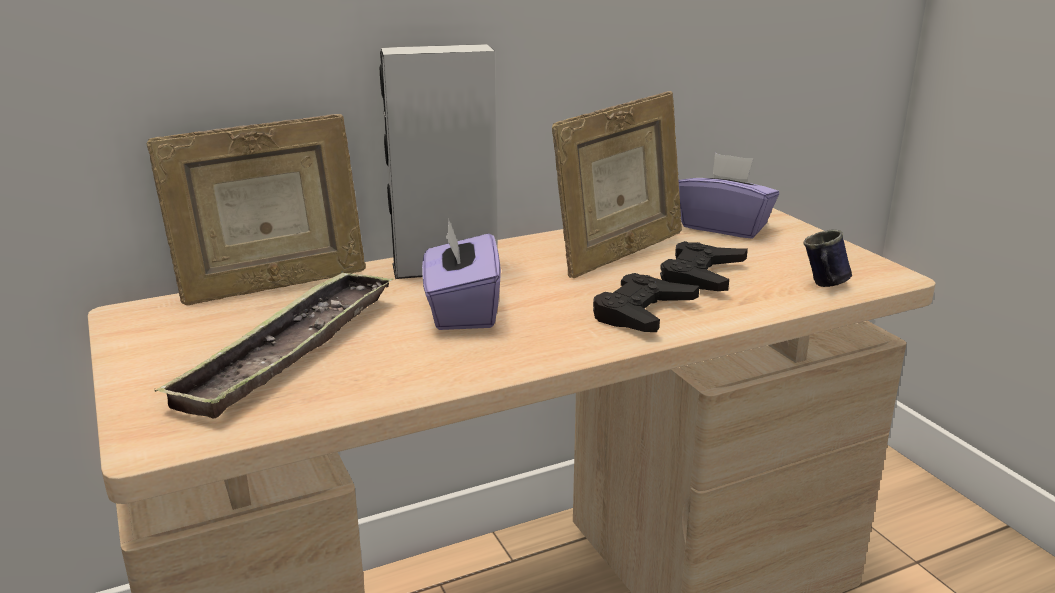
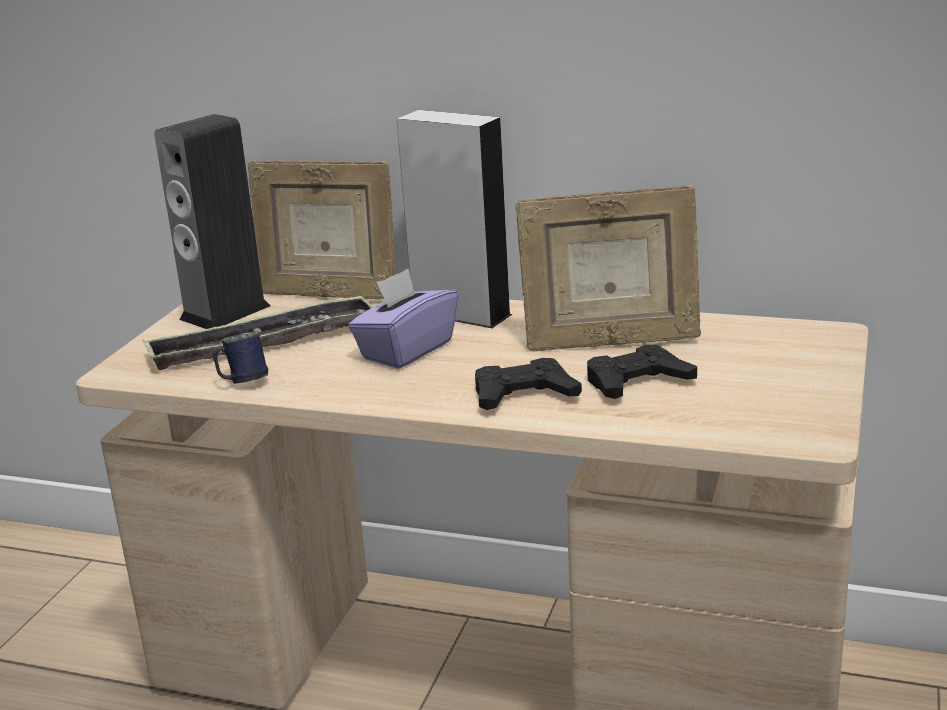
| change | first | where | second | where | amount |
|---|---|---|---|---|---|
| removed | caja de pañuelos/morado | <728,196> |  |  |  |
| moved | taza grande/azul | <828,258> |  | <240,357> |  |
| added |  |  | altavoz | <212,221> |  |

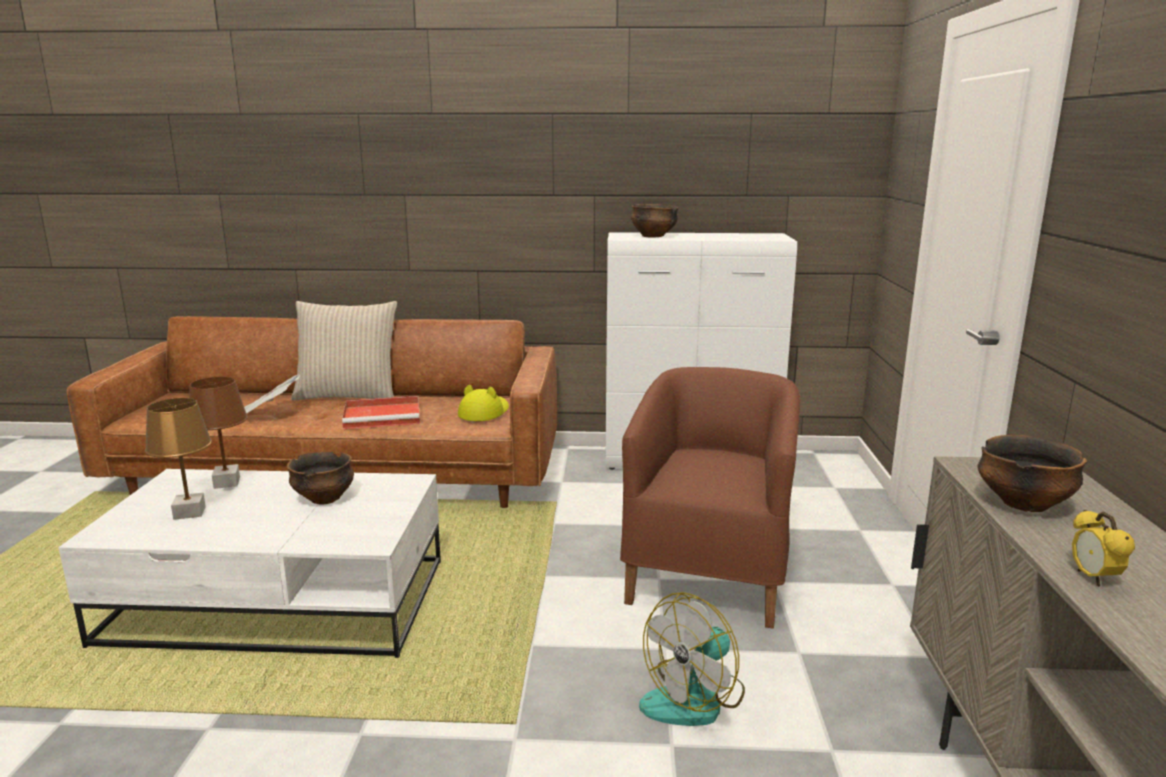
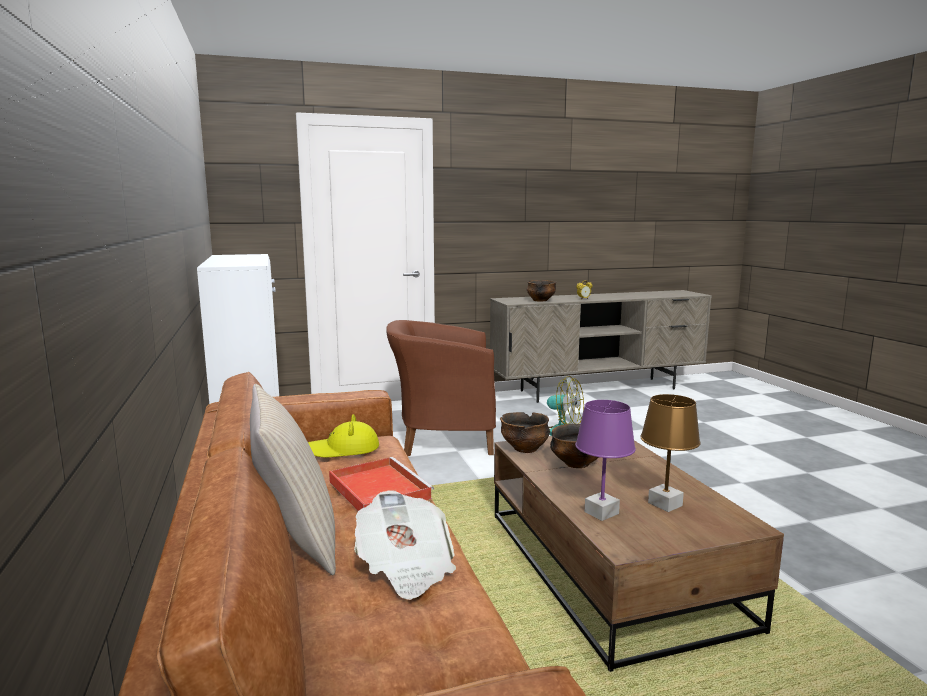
| change | first | where | second | where | amount |
|---|---|---|---|---|---|
| recoloured | mesa de centro/blanco | <249,563> | mesa de centro/marrón | <639,554> |  |
| recoloured | lámpara de mesa/marrón | <218,433> | lámpara de mesa/morado | <605,460> |  |
| moved | cuenco | <654,221> |  | <525,432> |  |

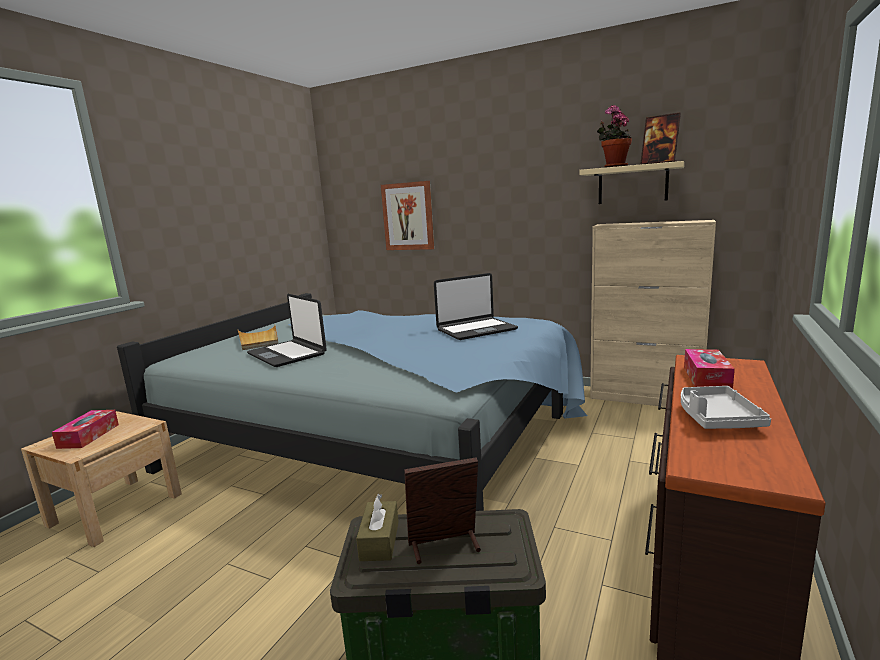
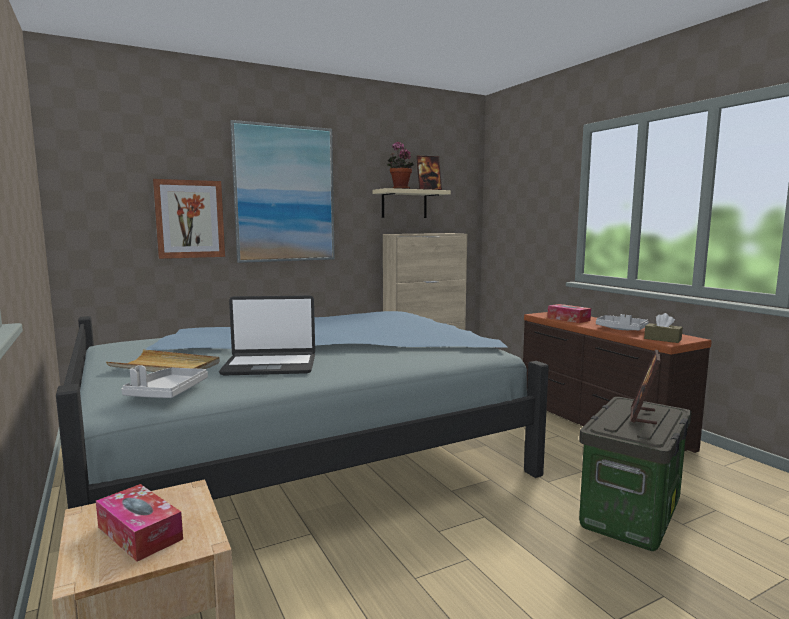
| change | first | where | second | where | amount |
|---|---|---|---|---|---|
| moved | caja de pañuelos/marrón | <377,527> |  | <663,328> |  |
| removed | portátil | <476,306> |  |  |  |
| added |  |  | bandeja/gris | <164,381> |  |
| added |  |  | cuadro | <282,191> |  |

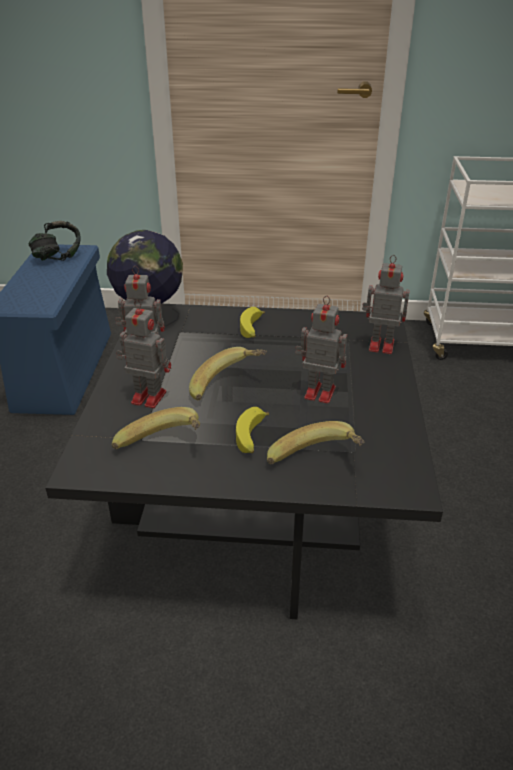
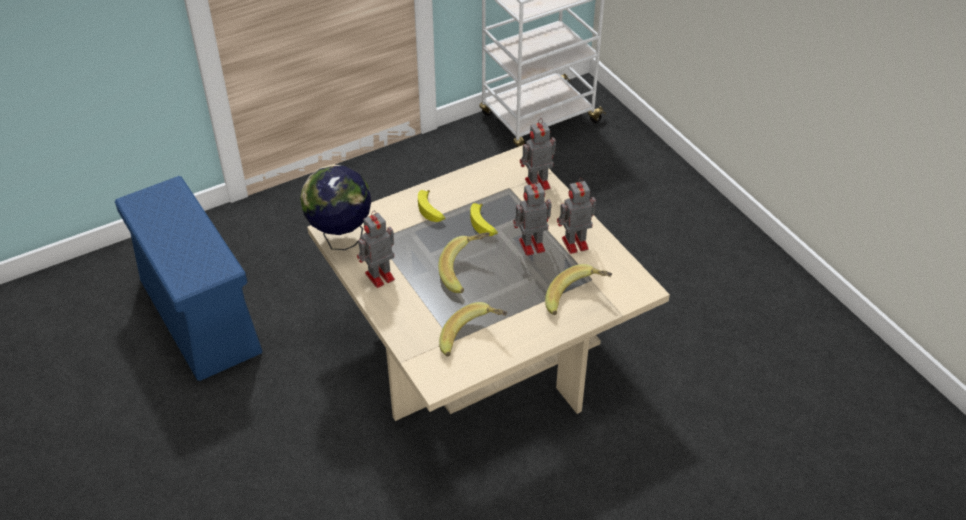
| change | first | where | second | where | amount |
|---|---|---|---|---|---|
| removed | auriculares | <54,241> |  |  |  |
| recoloured | mesa de centro/negro | <244,462> | mesa de centro/beis | <488,283> |  |
| moved | robot de juguete | <143,354> |  | <576,216> |  |
| moved | plátano | <252,430> |  | <484,219> |  |

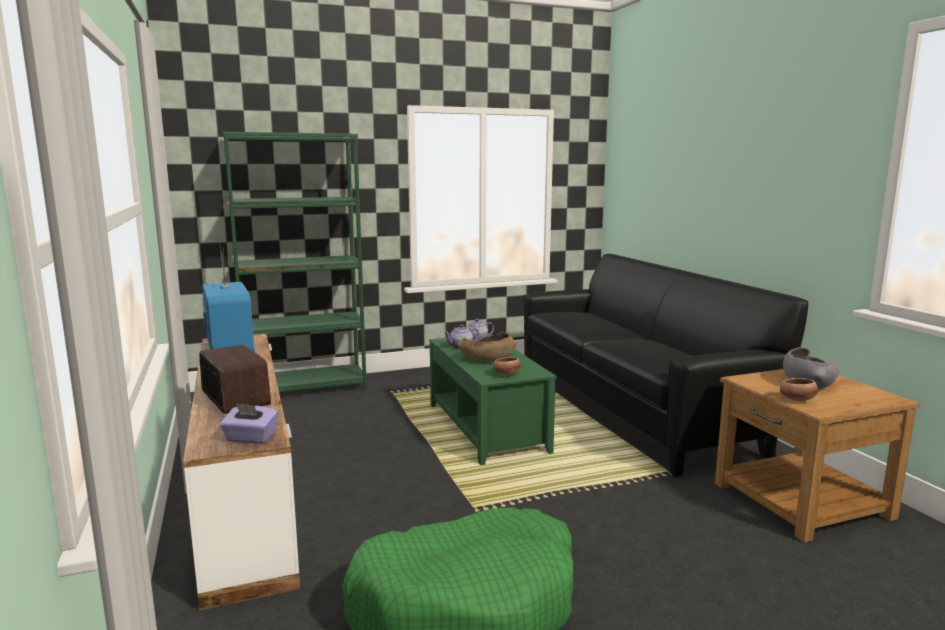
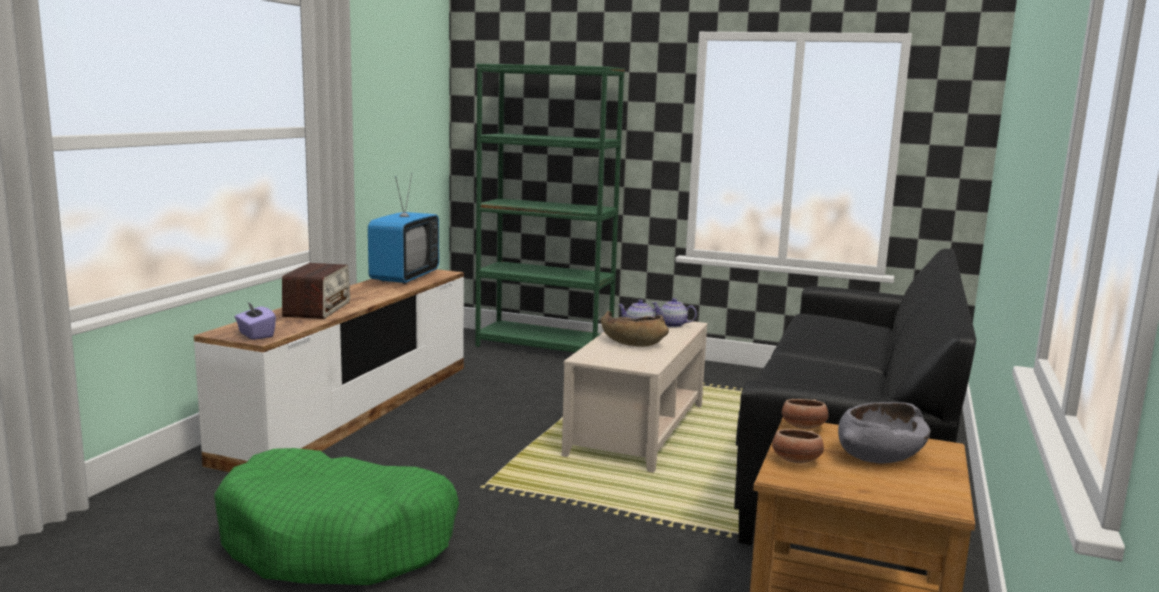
| change | first | where | second | where | amount |
|---|---|---|---|---|---|
| recoloured | mesa de centro/verde | <492,399> | mesa de centro/beis | <635,397> |  |
| moved | cuenco | <507,366> |  | <805,414> |  |

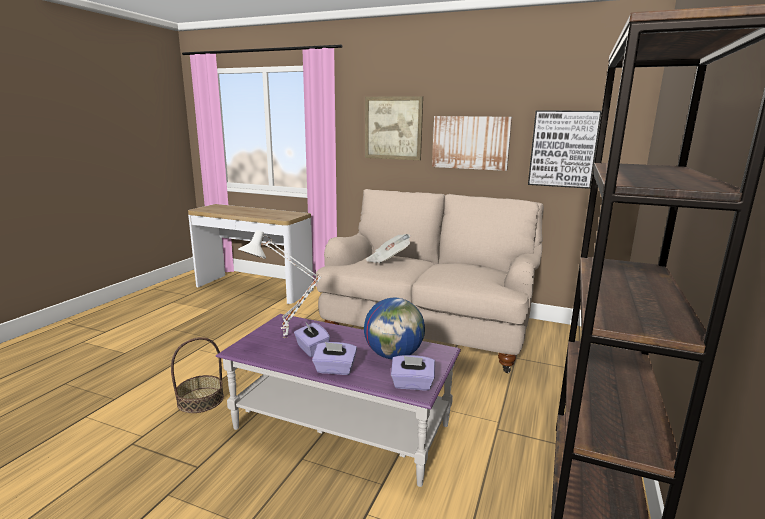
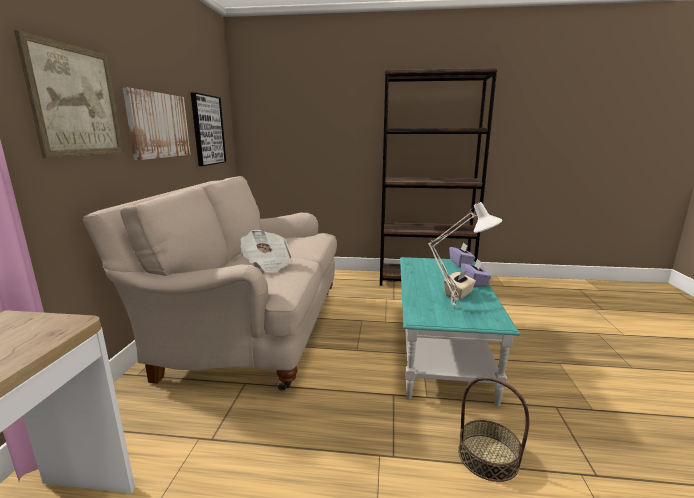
| change | first | where | second | where | amount |
|---|---|---|---|---|---|
| recoloured | mesa de centro/morado | <338,400> | mesa de centro/turquesa | <460,332> |  |
| recoloured | caja de pañuelos/morado | <312,339> | caja de pañuelos/beis | <460,285> |  |
| removed | globo terráqueo | <394,328> |  |  |  |

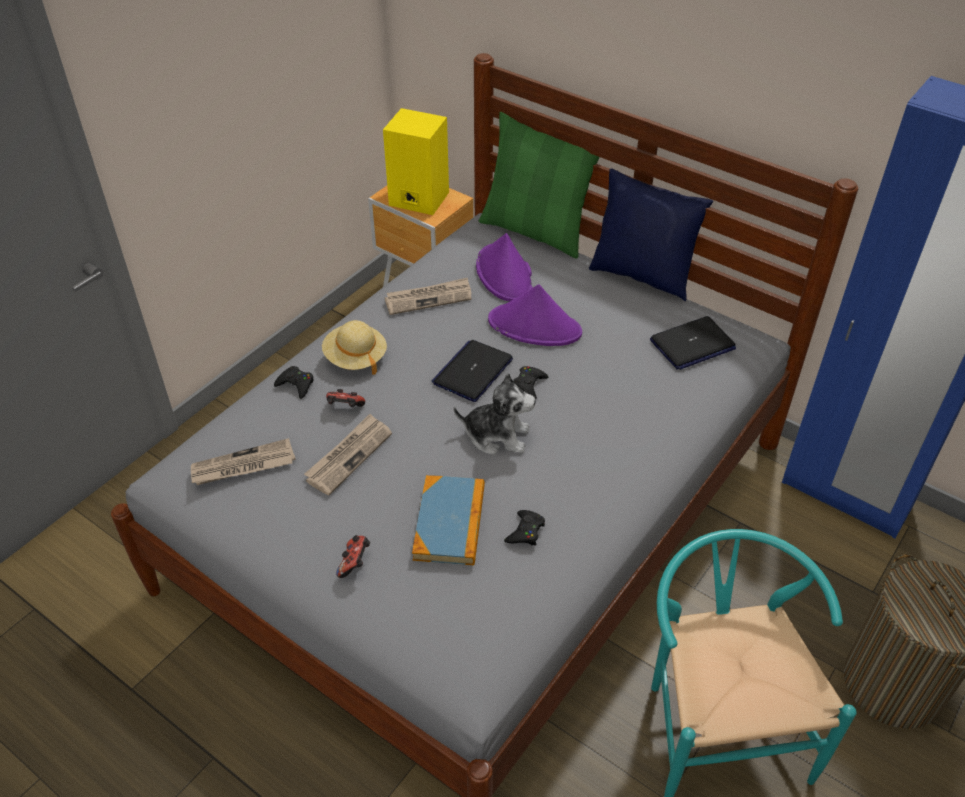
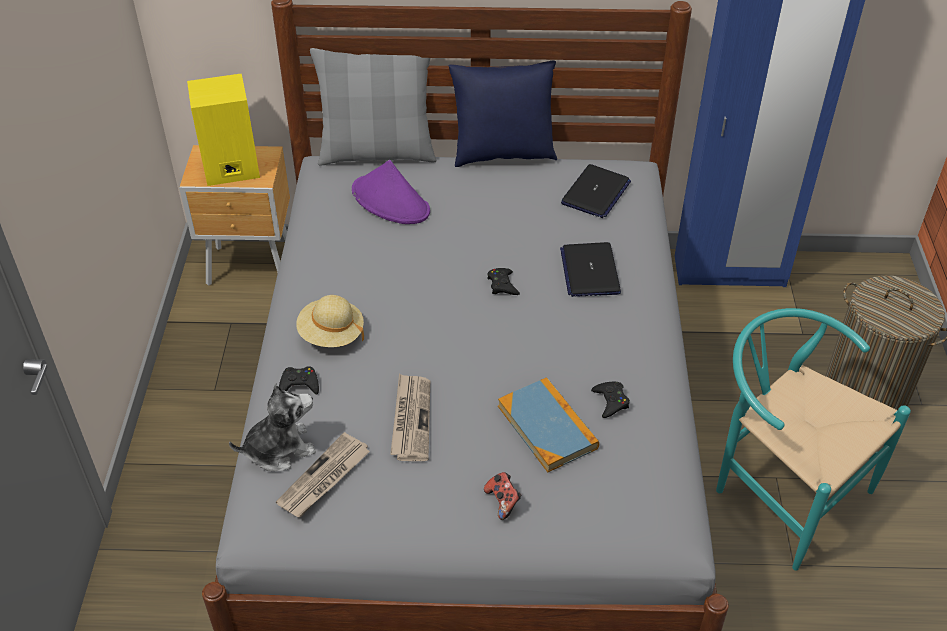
| change | first | where | second | where | amount |
|---|---|---|---|---|---|
| removed | mando de consola | <345,398> |  |  |  |
| removed | periódico | <428,296> |  |  |  |
| moved | portátil | <472,371> |  | <590,269> |  |
| moved | peluche | <494,414> |  | <272,427> |  |
| recoloured | cojín/verde | <539,185> | cojín/gris | <373,106> |  |
| removed | sombrero/morado | <535,315> |  |  |  |

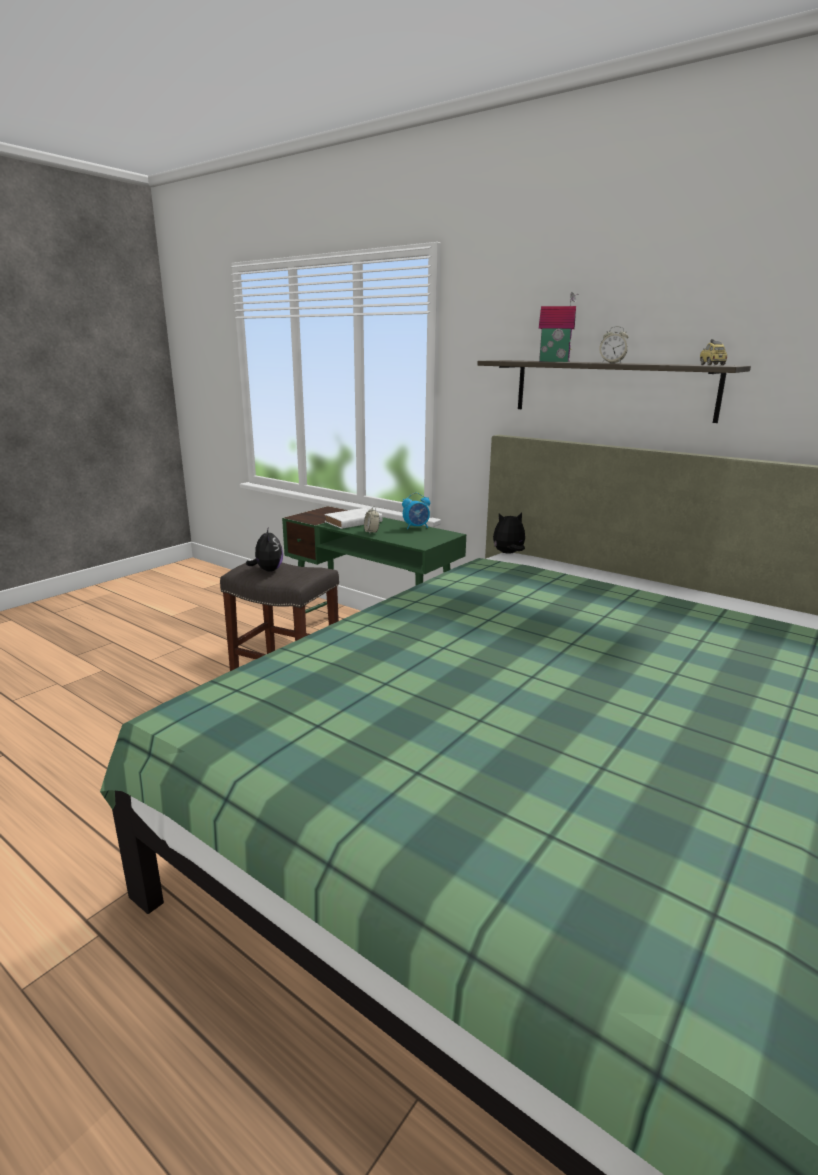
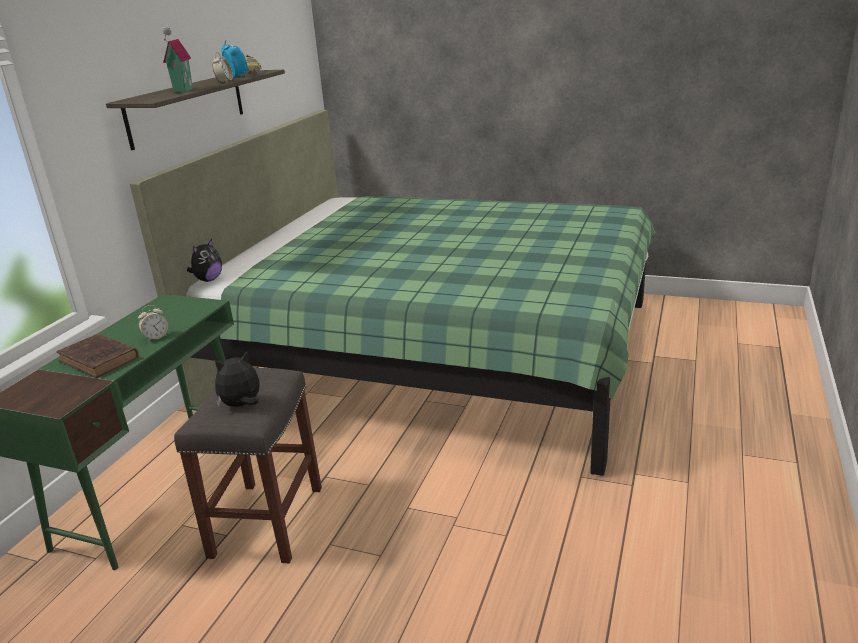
| change | first | where | second | where | amount |
|---|---|---|---|---|---|
| recoloured | libro/blanco | <354,518> | libro/marrón | <98,356> |  |
| moved | despertador | <416,511> |  | <234,59> |  |
| turned | peluche | <509,533> |  | <204,260> | 120 degrees counterclockwise |

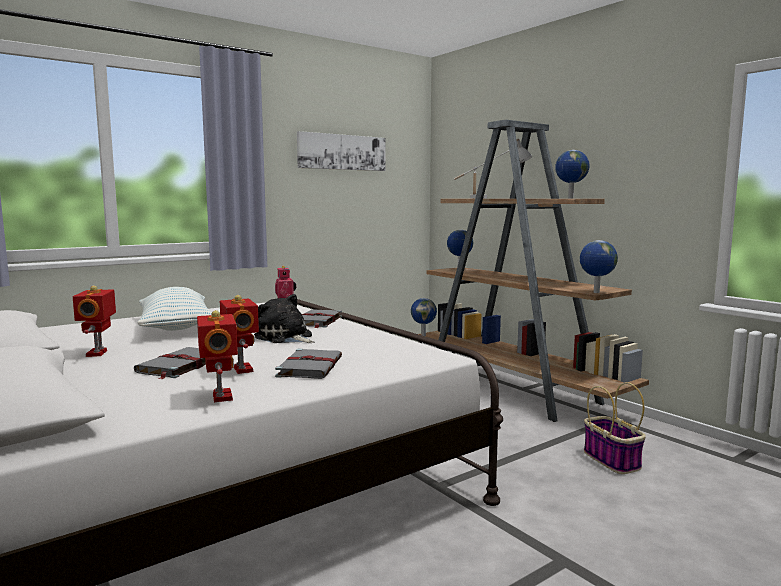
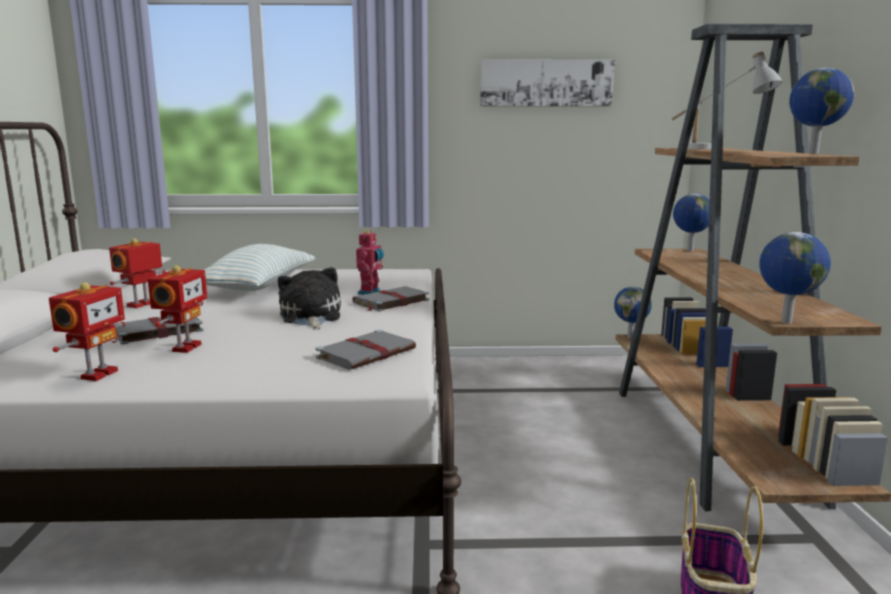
| change | first | where | second | where | amount |
|---|---|---|---|---|---|
| moved | libro/gris | <308,364> |  | <365,350> |  |

